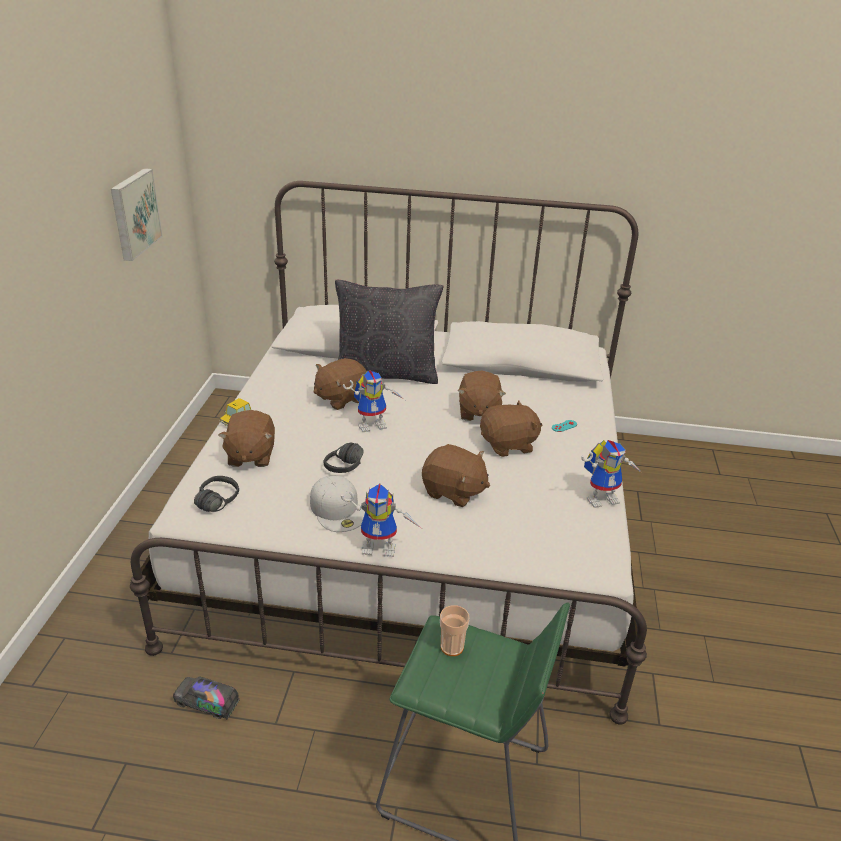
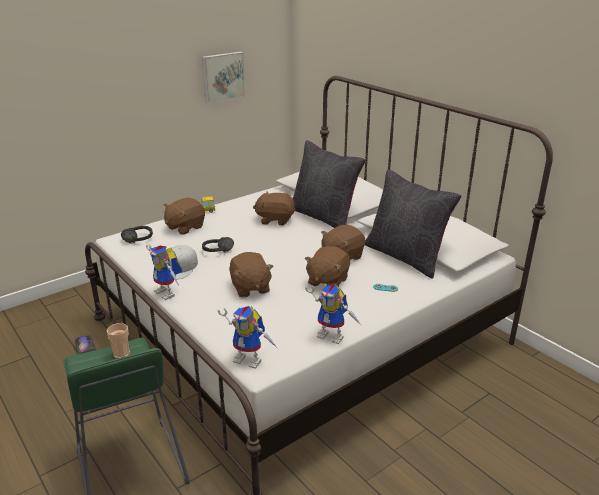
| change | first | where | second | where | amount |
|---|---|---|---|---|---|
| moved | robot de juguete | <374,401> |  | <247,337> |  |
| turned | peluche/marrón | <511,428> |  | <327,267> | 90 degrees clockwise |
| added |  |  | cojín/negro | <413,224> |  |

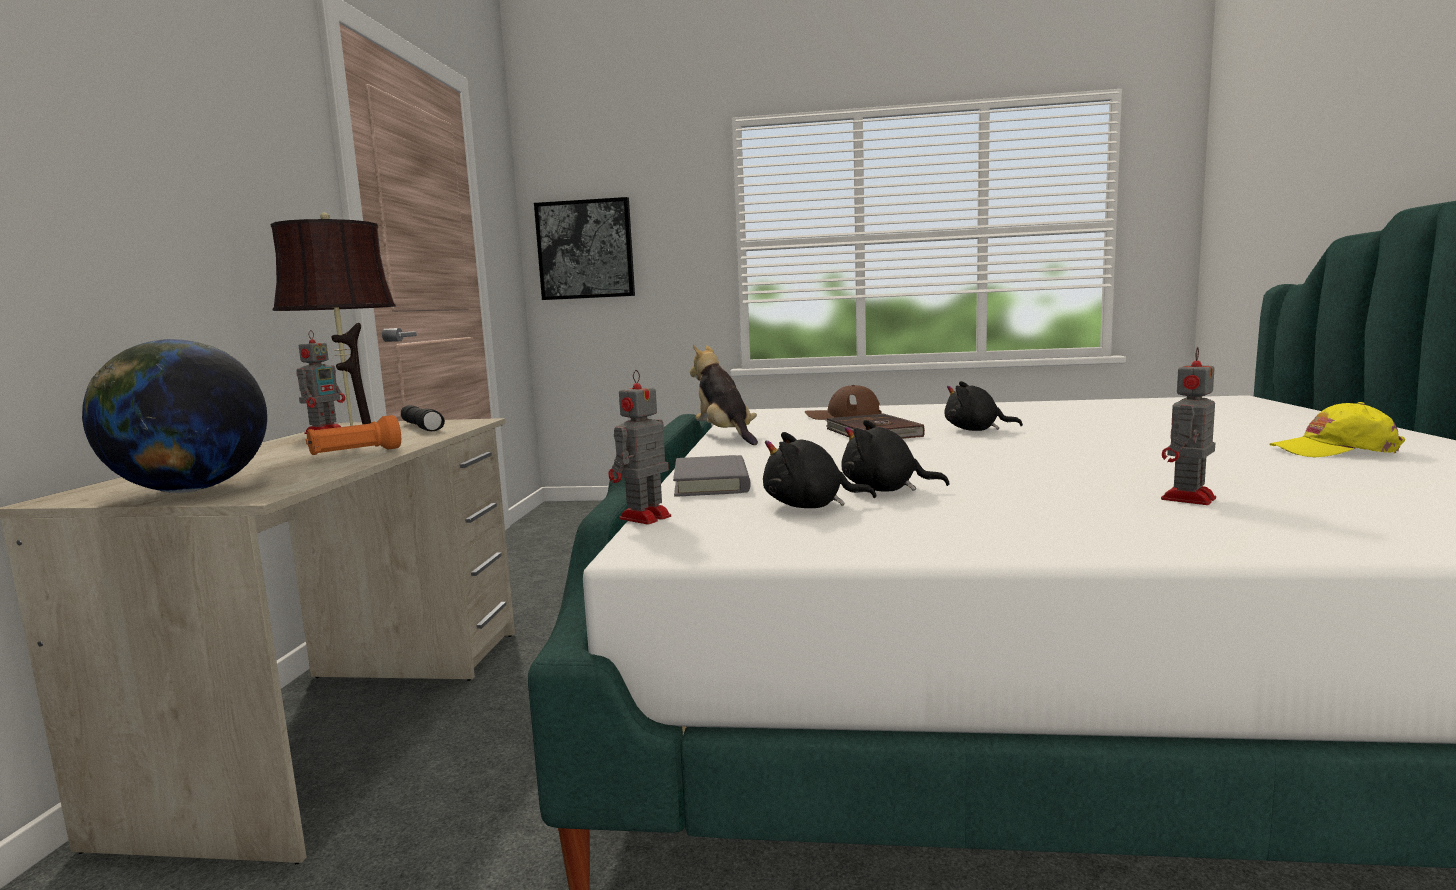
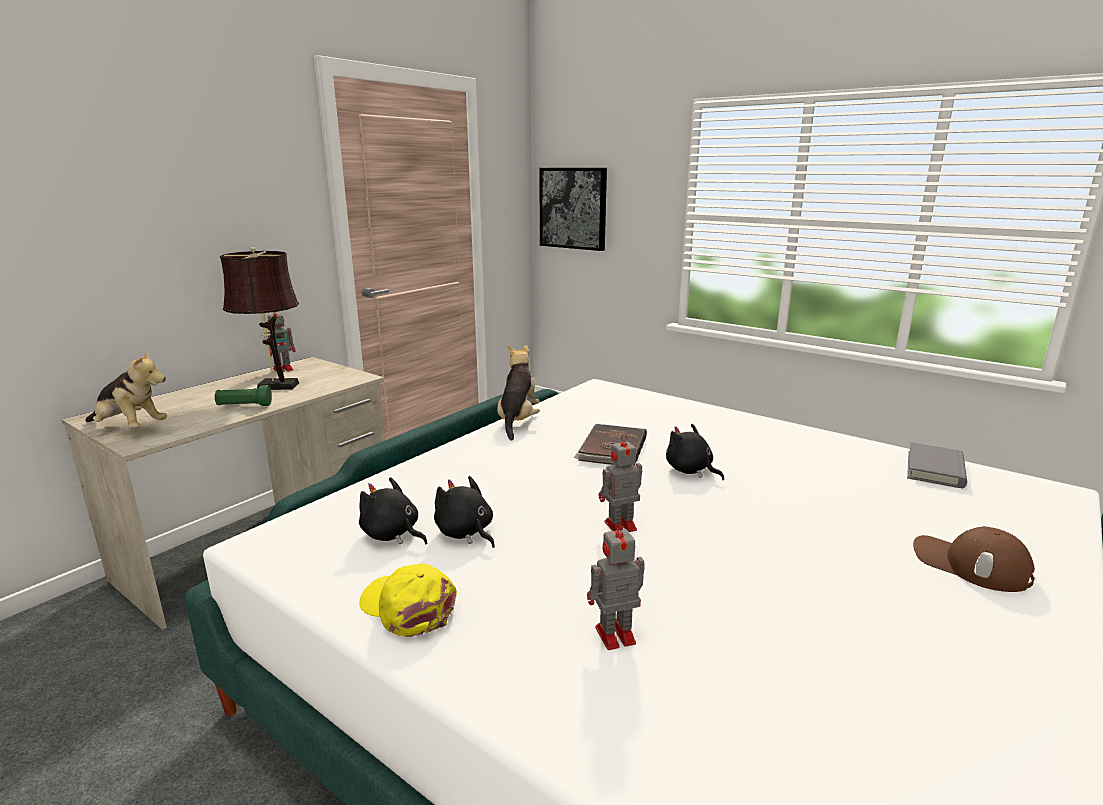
| change | first | where | second | where | amount |
|---|---|---|---|---|---|
| replaced | globo terráqueo | <174,416> | peluche | <126,388> |  |
| recoloured | linterna/naranja | <353,435> | linterna/verde | <243,395> |  |
| removed | linterna/negro | <423,418> |  |  |  |
| moved | robot de juguete | <639,447> |  | <620,482> |  |
| moved | libro/gris | <712,476> |  | <937,465> |  |
| moved | gorra/marrón | <843,402> |  | <974,559> |  |
| moved | gorra/amarillo | <1337,429> |  | <408,600> |  |

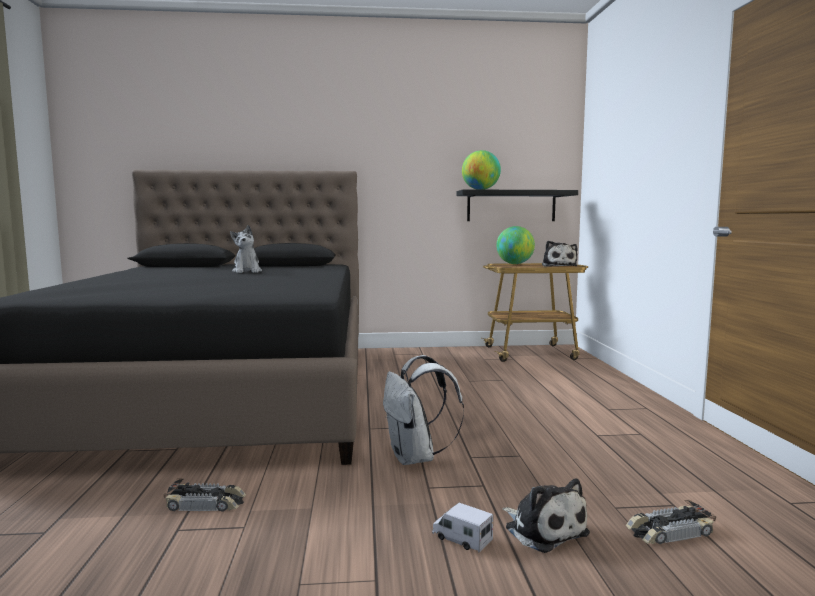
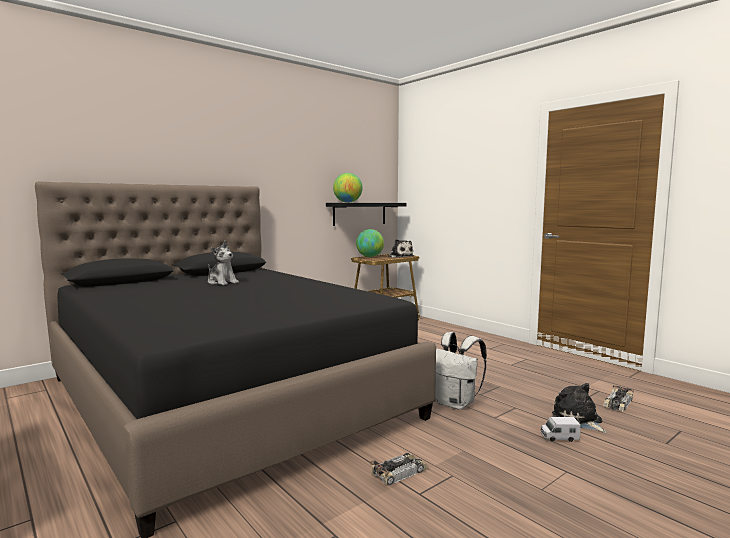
| change | first | where | second | where | amount |
|---|---|---|---|---|---|
| turned | peluche | <546,515> |  | <580,408> | 135 degrees counterclockwise |

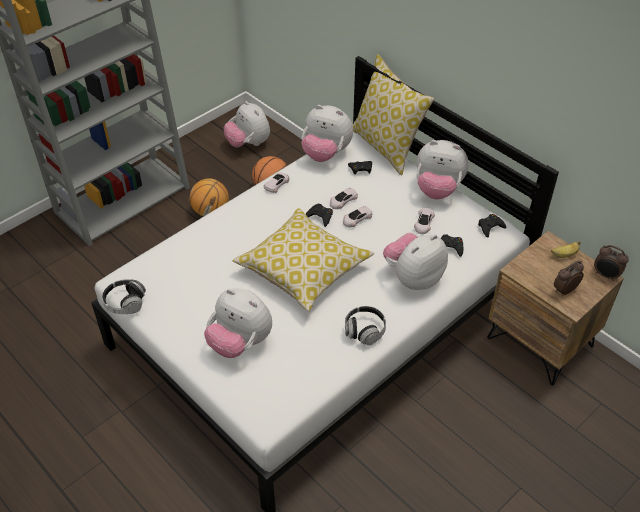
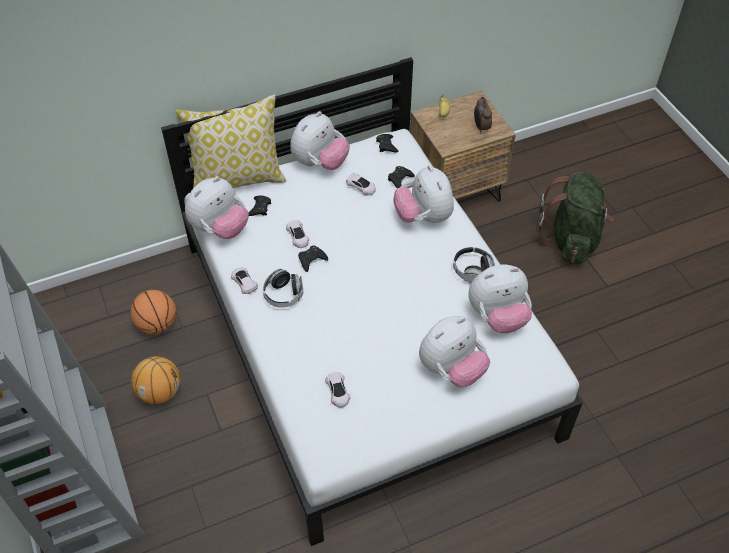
| change | first | where | second | where | amount |
|---|---|---|---|---|---|
| moved | auriculares | <124,296> |  | <283,288> |  |
| moved | peluche | <247,124> |  | <500,299> |  |
| removed | cojín | <303,260> |  |  |  |
| moved | coche de juguete/blanco | <357,216> |  | <337,390> |  |
| removed | despertador | <611,263> |  |  |  |
| added |  |  | mochila/verde | <574,218> |  |

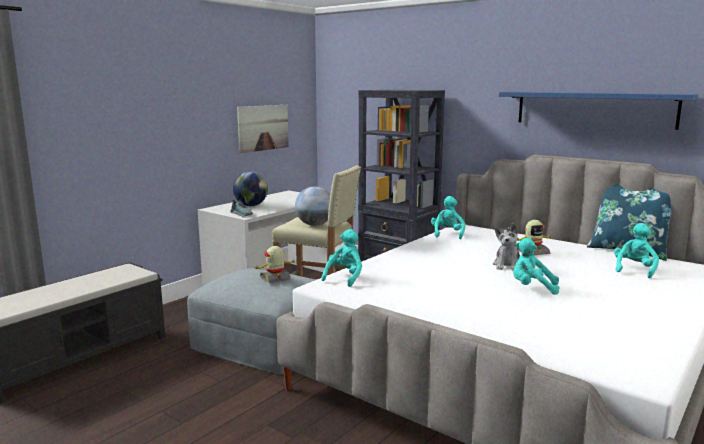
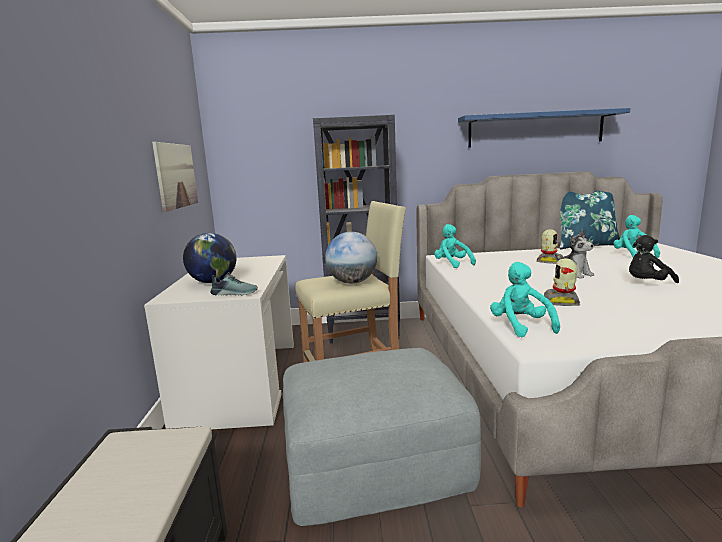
| change | first | where | second | where | amount |
|---|---|---|---|---|---|
| moved | robot de juguete | <275,265> |  | <562,282> |  |
| recoloured | peluche/turquesa | <536,266> | peluche/negro | <654,259> |  |

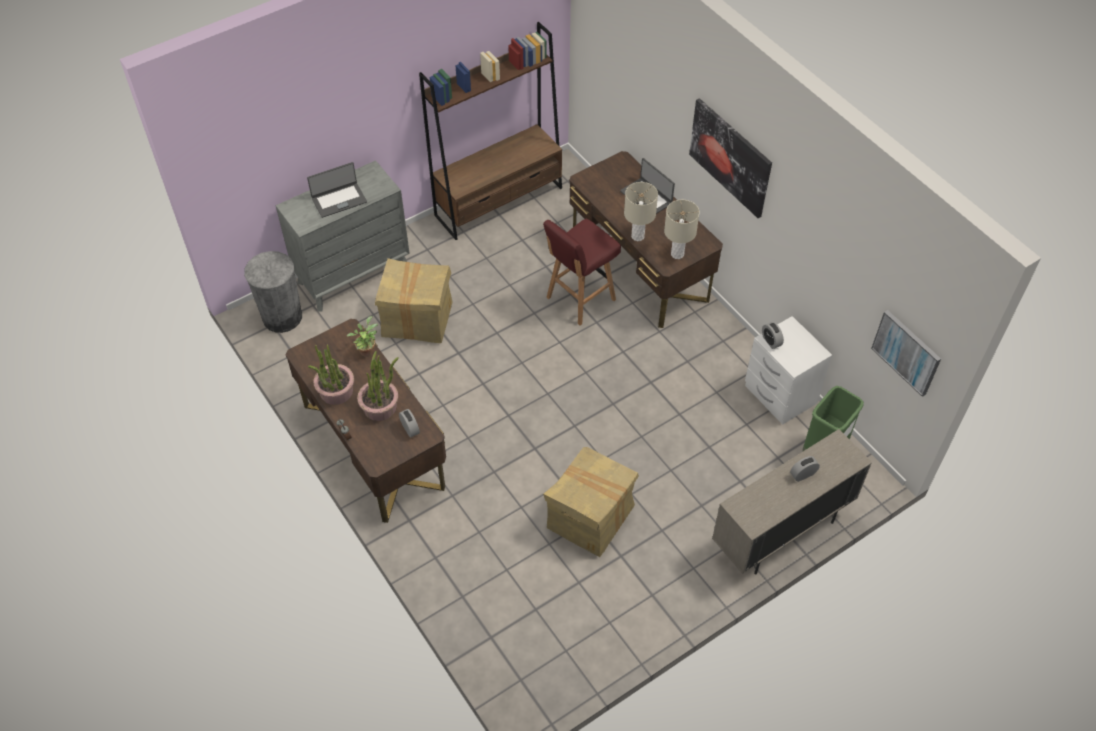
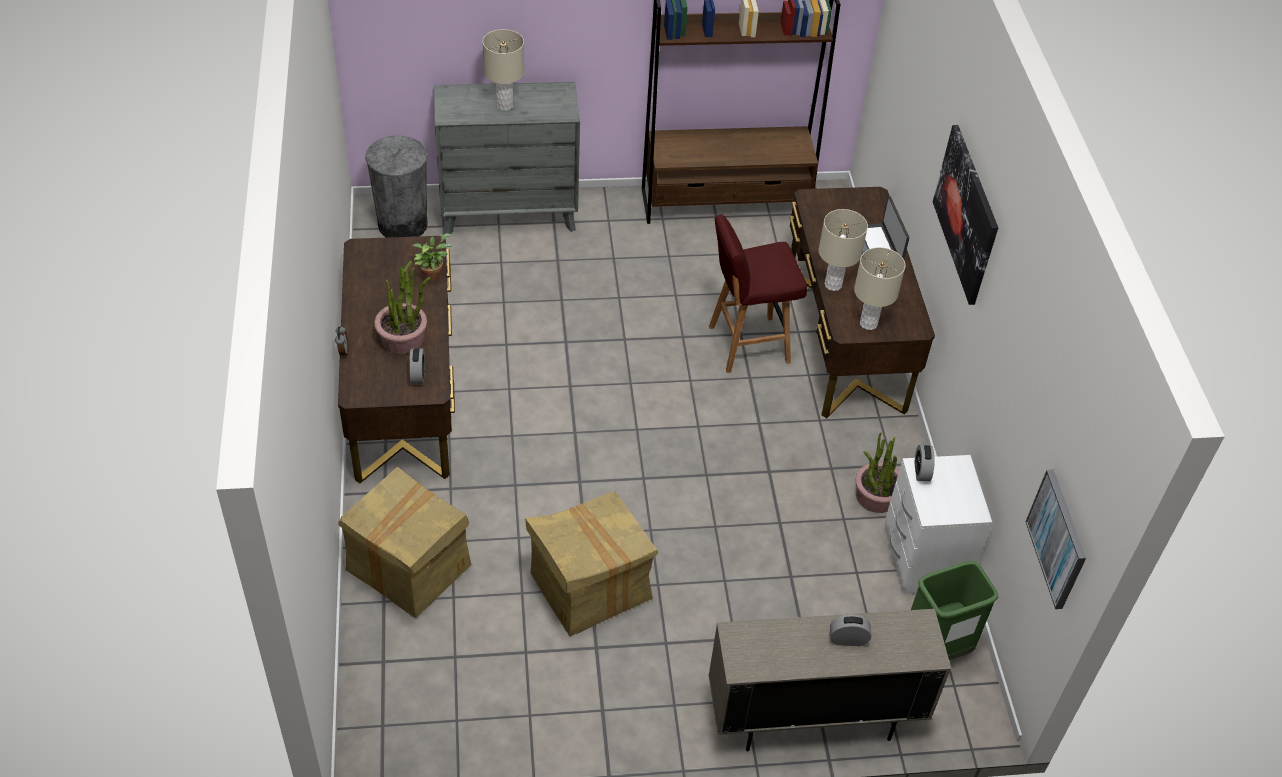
| change | first | where | second | where | amount |
|---|---|---|---|---|---|
| replaced | portátil | <337,190> | lámpara de mesa/beis | <503,70> |  |
| moved | planta en maceta | <331,374> |  | <877,472> |  |
| moved | caja de cartón | <414,300> |  | <405,542> |  |

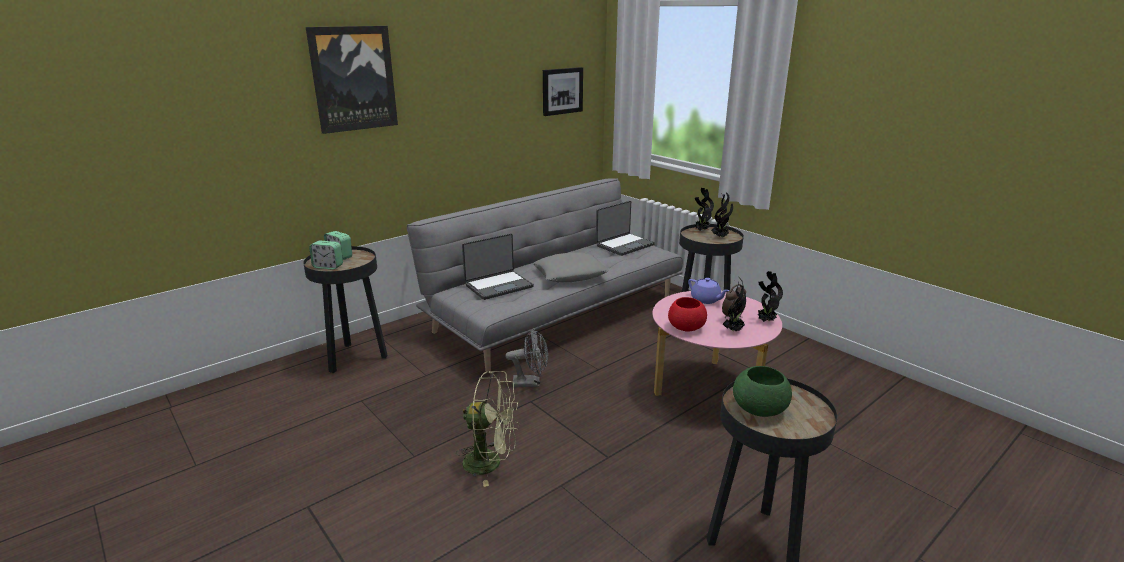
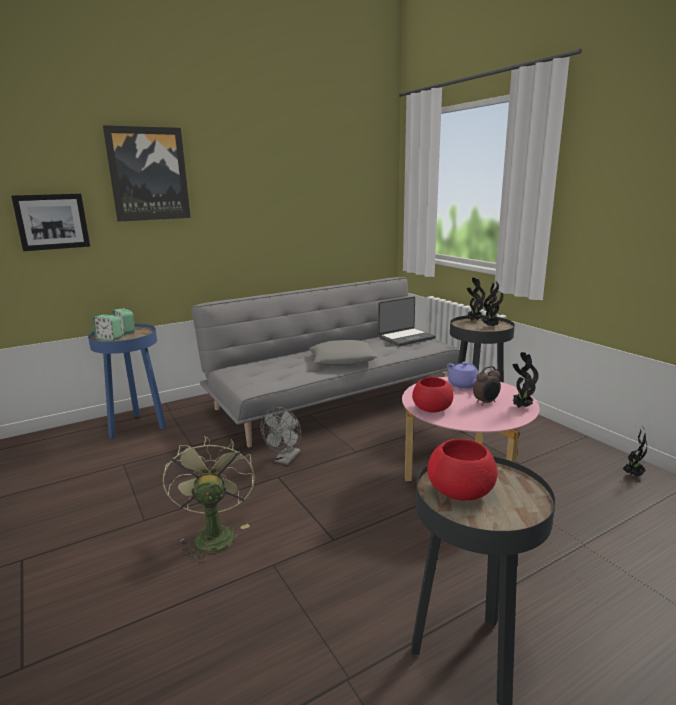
| change | first | where | second | where | amount |
|---|---|---|---|---|---|
| recoloured | mesa auxiliar/negro | <345,309> | mesa auxiliar/azul | <127,381> |  |
| turned | ventilador/verde | <487,429> |  | <209,499> | 120 degrees counterclockwise |
| removed | portátil | <498,266> |  |  |  |
| turned | ventilador/gris | <526,358> |  | <281,436> | 105 degrees clockwise |
| moved | cuadro | <563,91> |  | <50,222> |  |
| moved | planta en maceta | <734,305> |  | <635,450> |  |
| recoloured | cuenco/verde | <762,391> | cuenco/rojo | <462,470> |  |

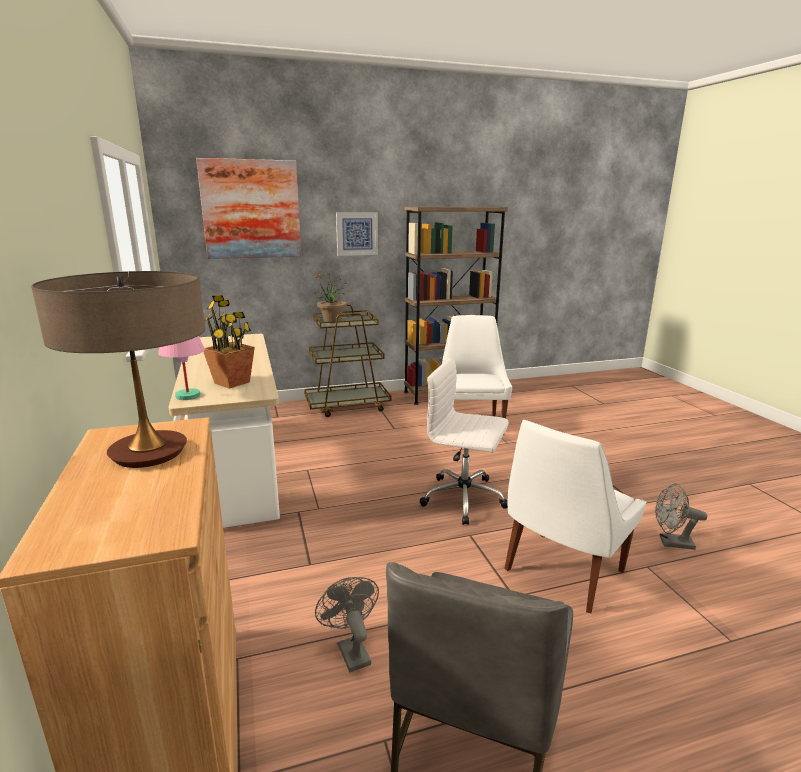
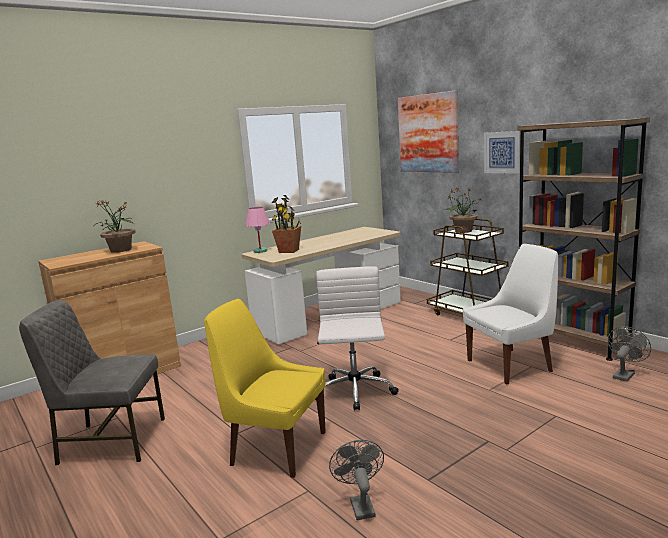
| change | first | where | second | where | amount |
|---|---|---|---|---|---|
| replaced | lámpara de mesa | <118,369> | planta en maceta | <114,227> |  |
| moved | ventilador/gris | <347,624> |  | <629,354> |  |
| recoloured | silla/blanco | <575,516> | silla/amarillo | <265,388> |  |

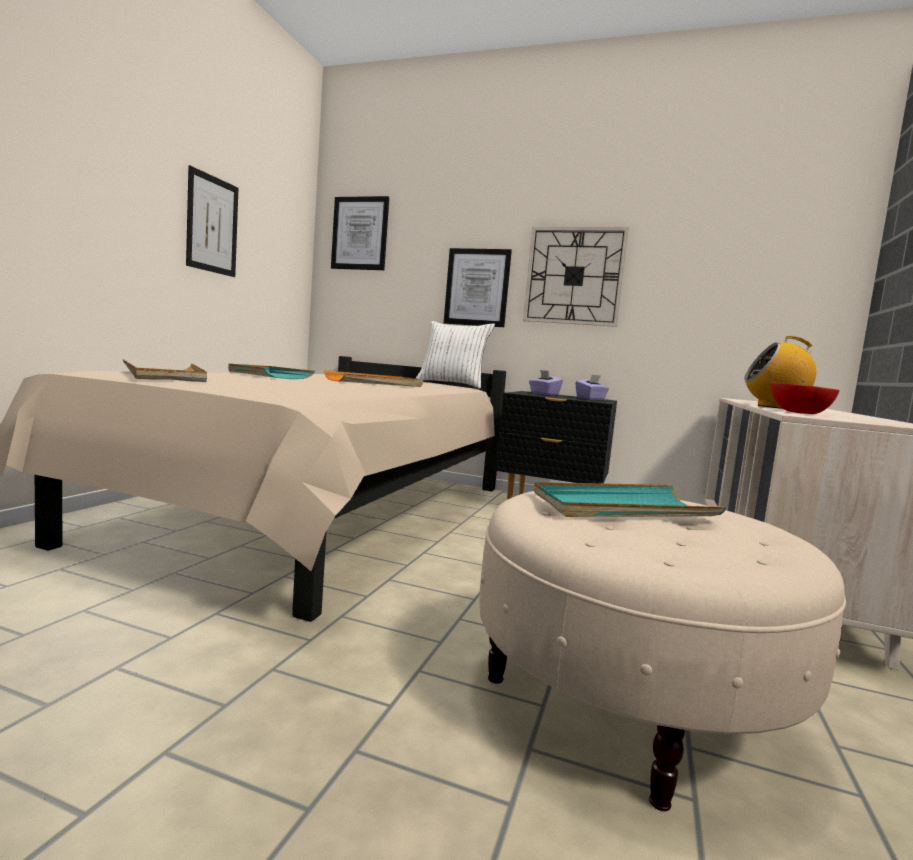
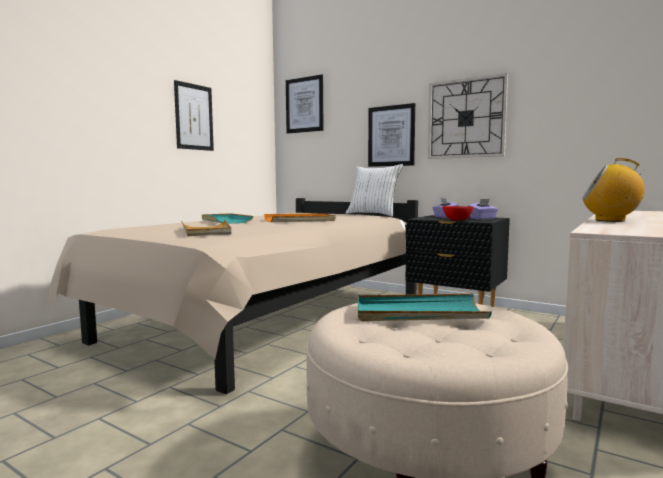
| change | first | where | second | where | amount |
|---|---|---|---|---|---|
| moved | bandeja/beis | <164,370> |  | <206,227> |  |
| moved | cuenco/rojo | <805,398> |  | <458,213> |  |

